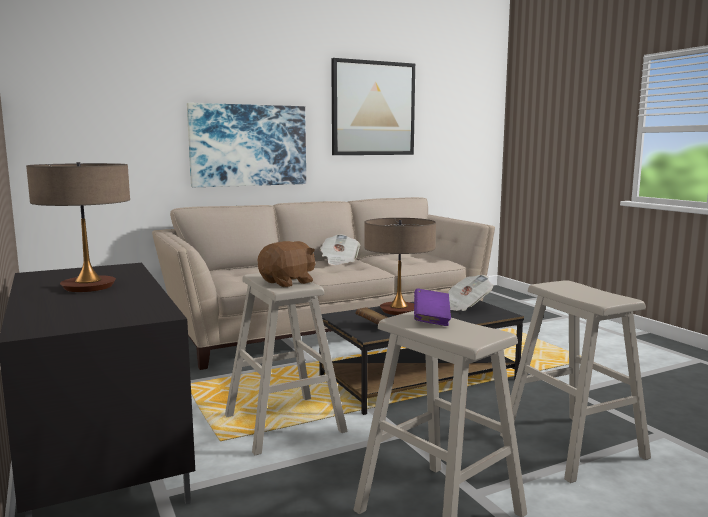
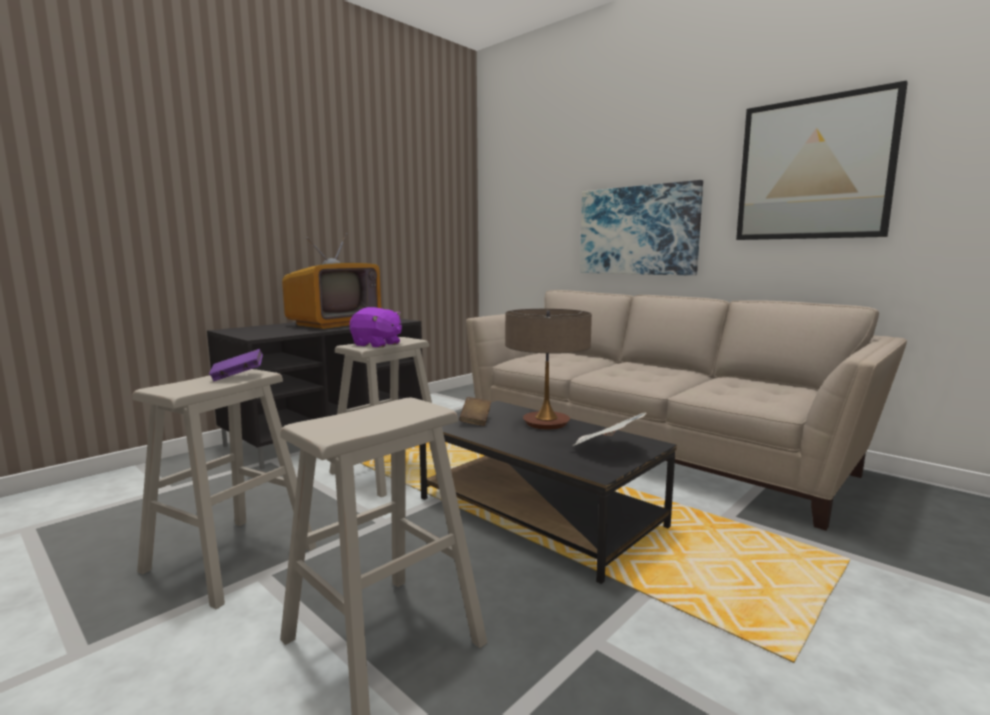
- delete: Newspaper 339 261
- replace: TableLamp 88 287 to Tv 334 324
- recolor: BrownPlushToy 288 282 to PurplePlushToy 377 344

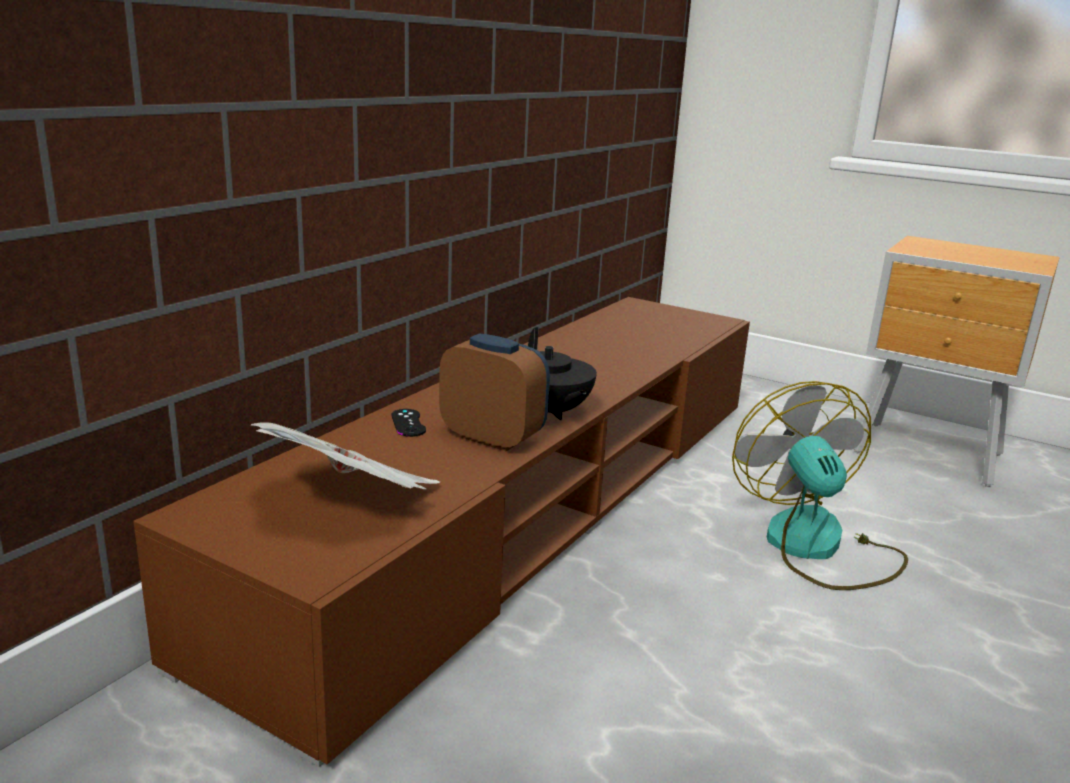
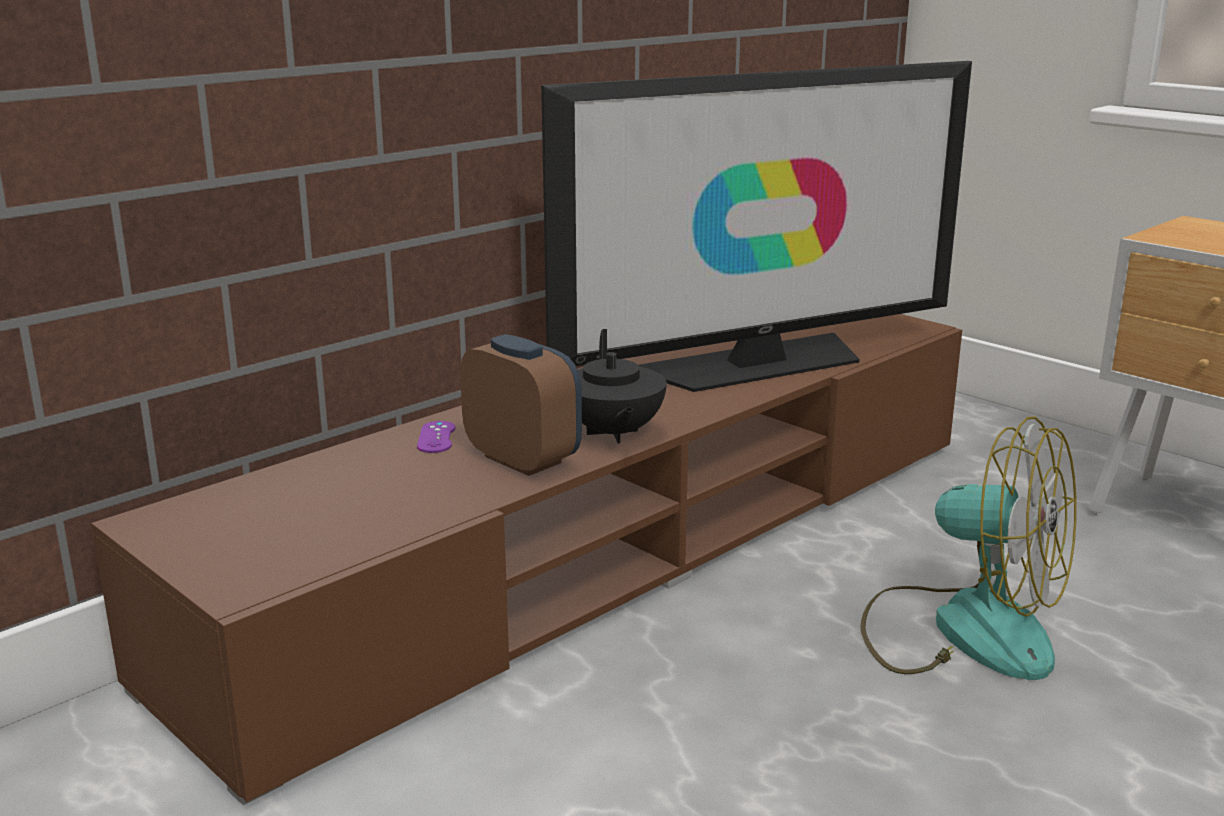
- delete: Newspaper 353 501
- insert: Tv 756 364
- recolor: BlackColouredJoypad 408 423 to PurpleJoypad 436 437
- rotate: Fan 817 547 = 962 629 120 degrees clockwise

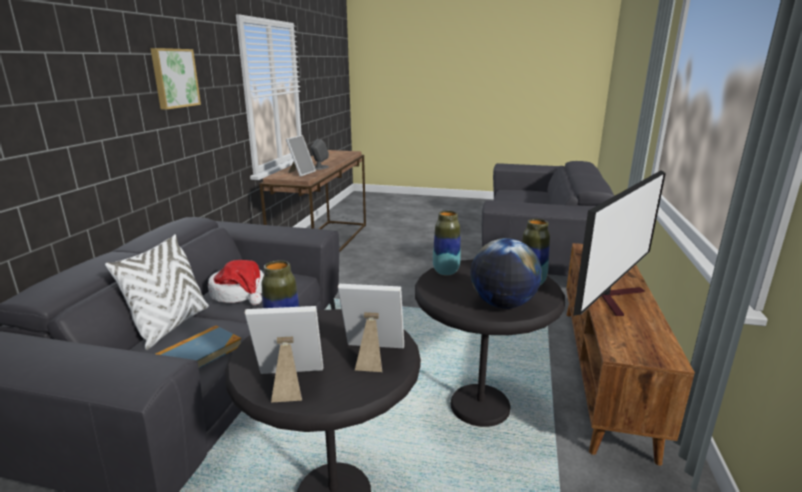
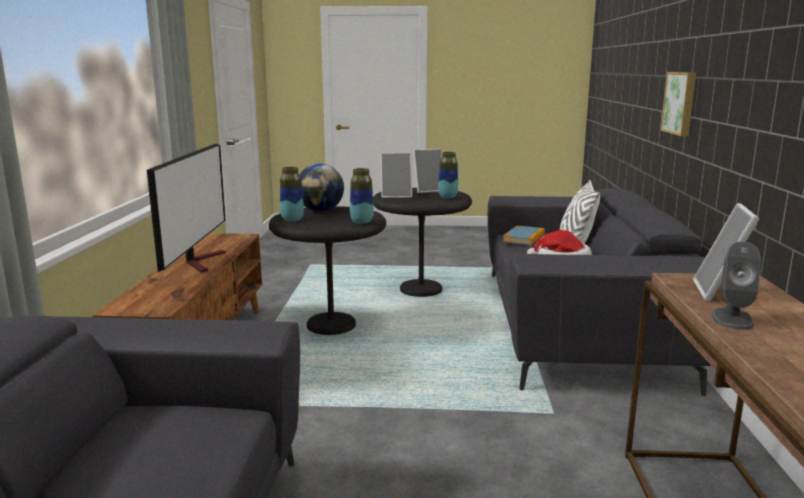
- move: Picture 174 78 to 681 103
- rotate: Tv 616 297 = 201 261 150 degrees clockwise

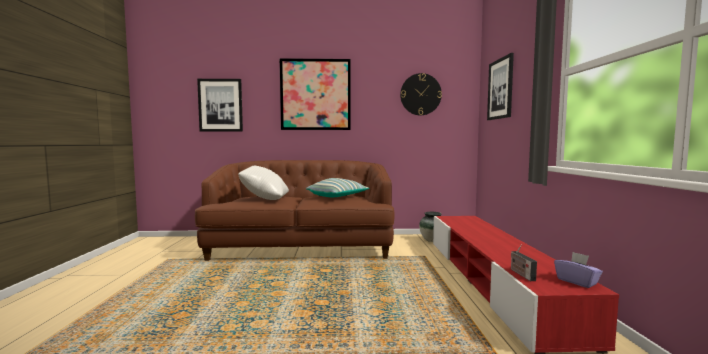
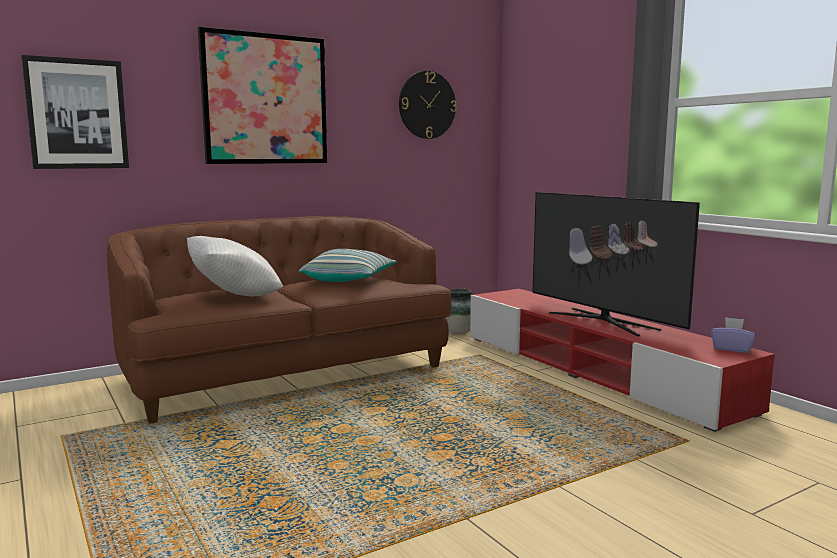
- delete: Picture 500 89
- delete: RadioSet 521 274
- insert: Tv 602 321

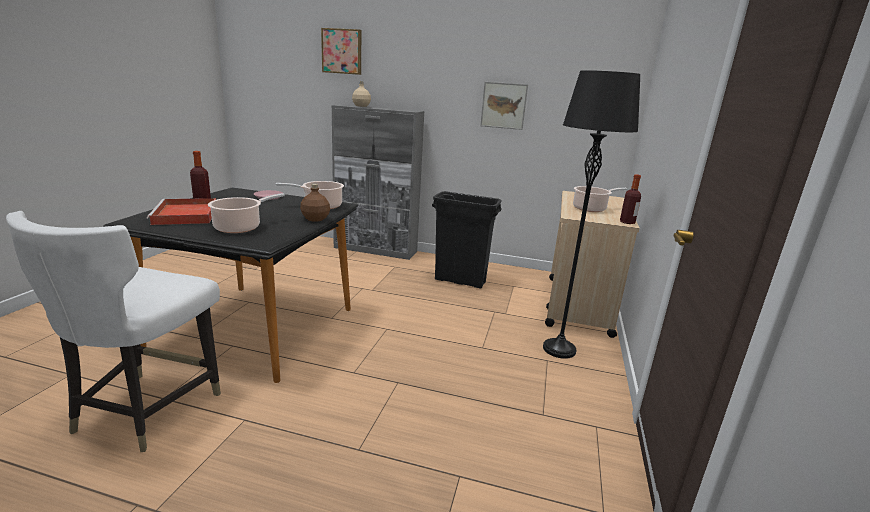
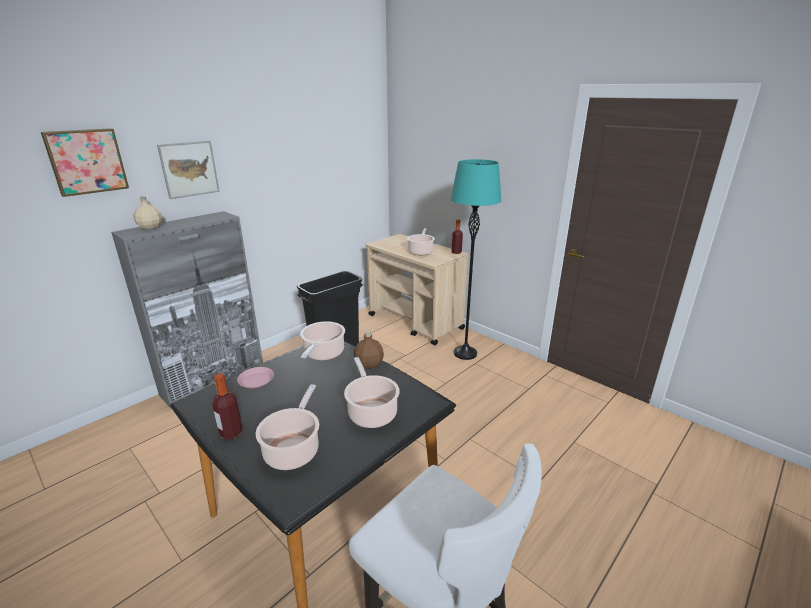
- move: Picture 503 105 to 189 169
- replace: RedServingTray 186 215 to Saucepot 293 449
- recolor: BlackColouredFloorLamp 559 349 to BlueGreenFloorLamp 465 353

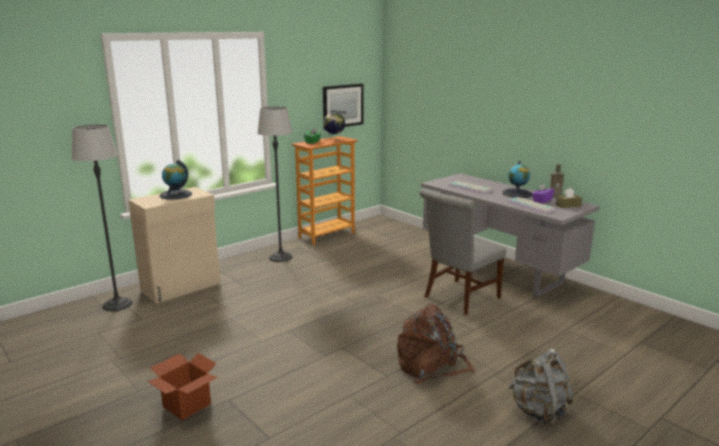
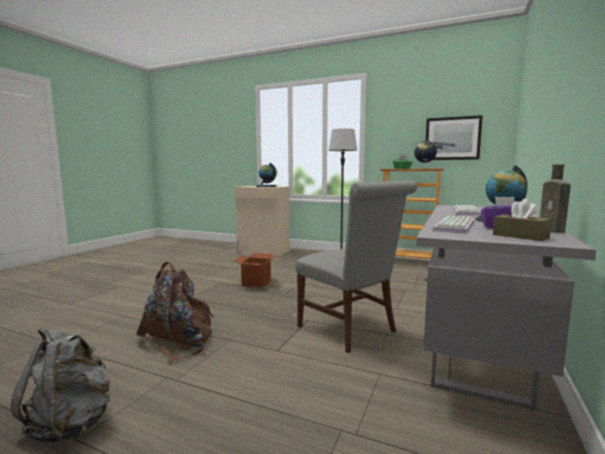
- delete: FloorLamp 117 304
- move: PackingBox 187 405 to 256 283
- rotate: GreyishPlainChair 458 298 = 351 330 150 degrees counterclockwise

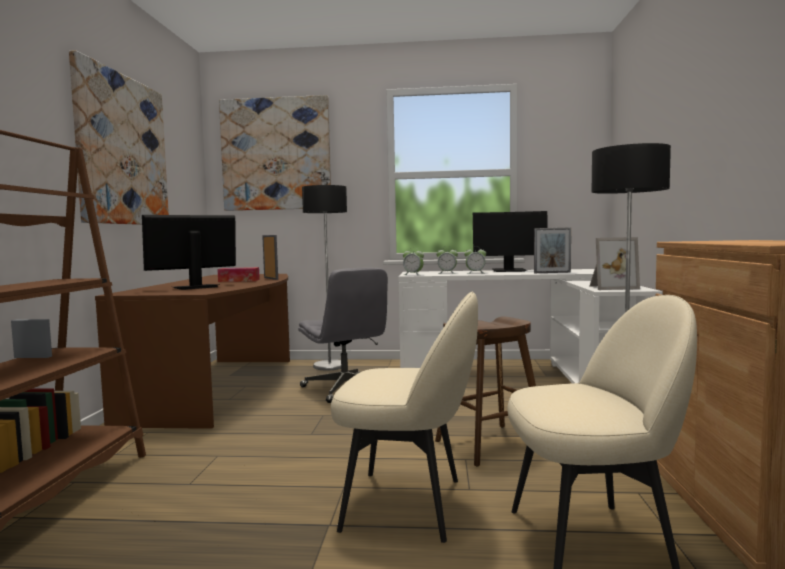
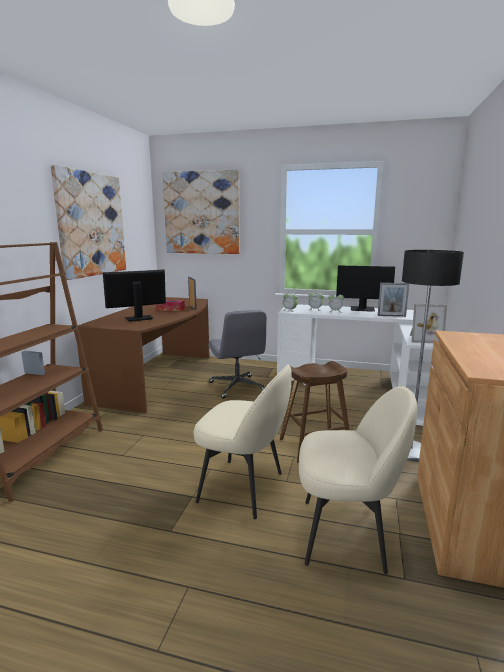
- delete: FloorLamp 330 366

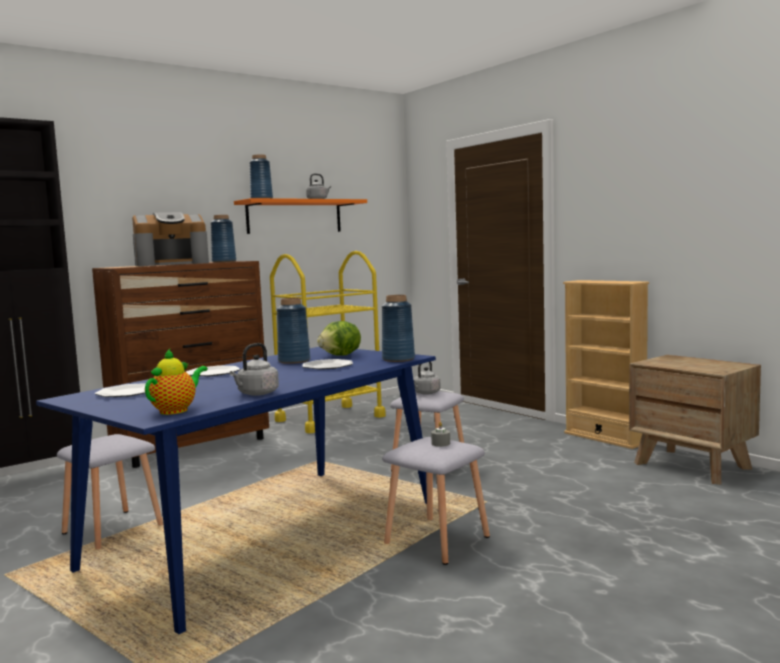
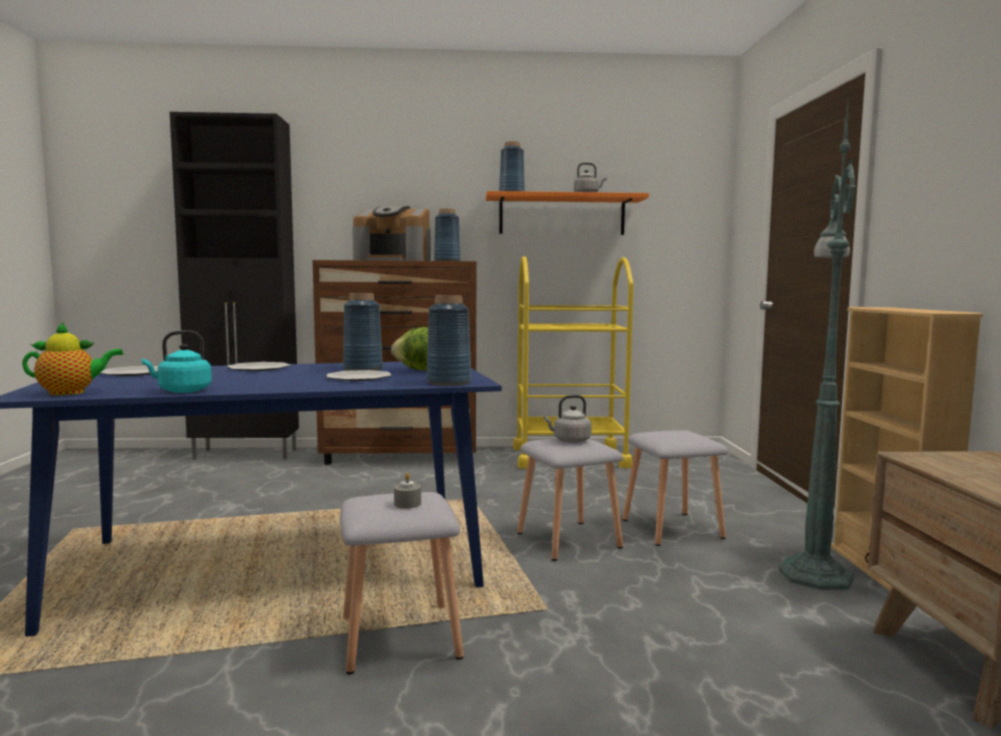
- insert: GreenishFloorLamp 815 573
- move: GreyishSittingStool 114 529 to 673 528
- recolor: GreyishWaterKettle 256 394 to BlueGreenWaterKettle 182 391

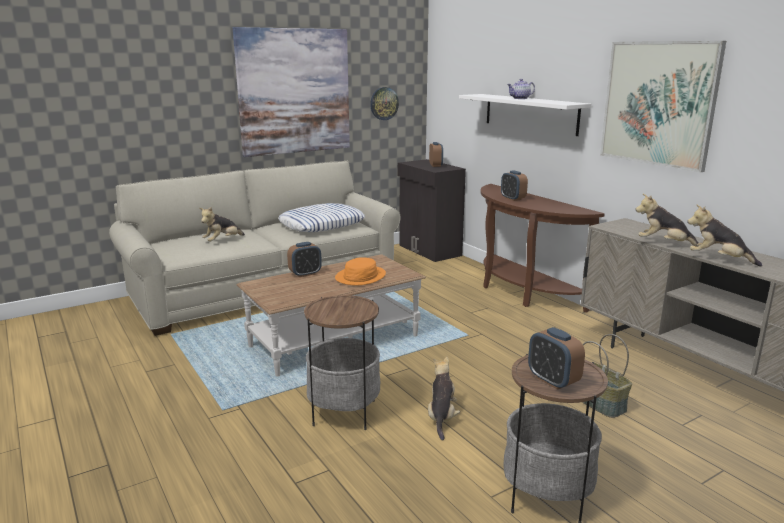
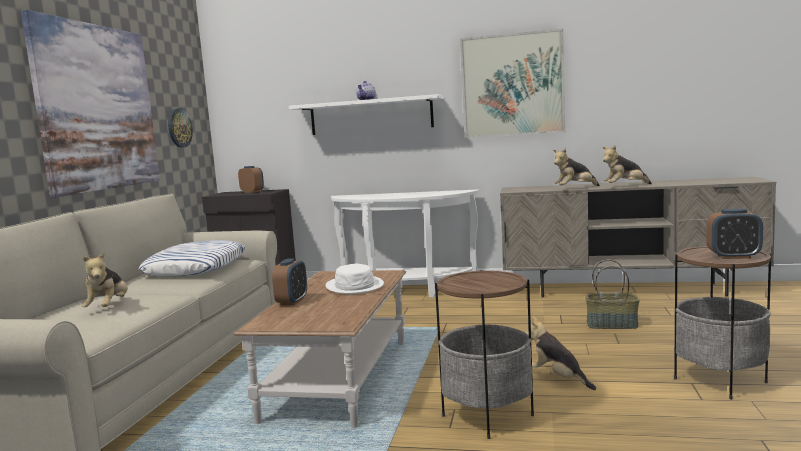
- delete: BedsideClock 513 198
- recolor: OrangeClothingHat 360 277 to WhiteClothingHat 355 286
- recolor: BrownConsoleTable 520 292 to WhiteConsoleTable 405 291

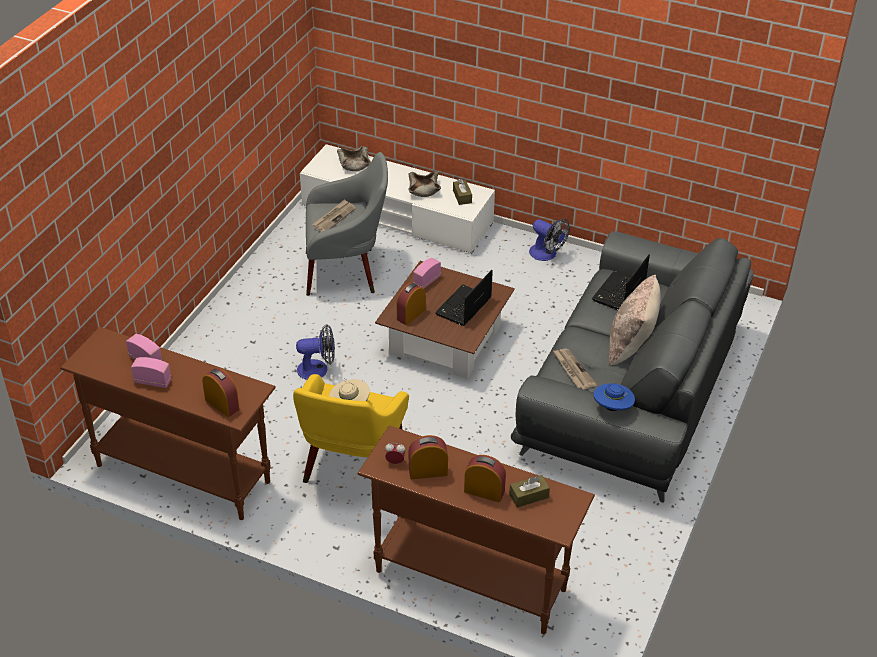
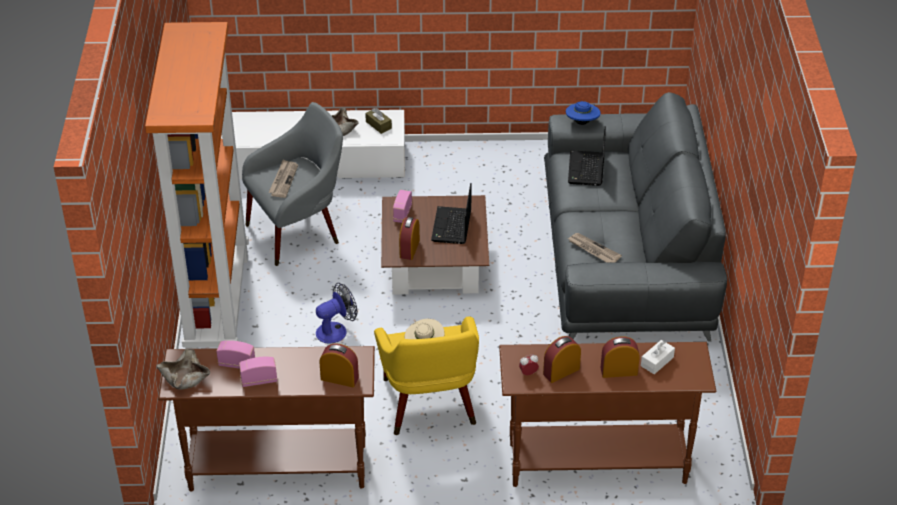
- delete: Fan 547 254
- delete: BeigeColouredPillow 631 345
- insert: OrangeBookshelf 217 303
- move: BeigeColouredServingBowl 355 164 to 185 377
- move: BlueColouredClothingHat 612 408 to 582 122
- recolor: BrownTissueHolder 529 496 to WhiteTissueHolder 657 361

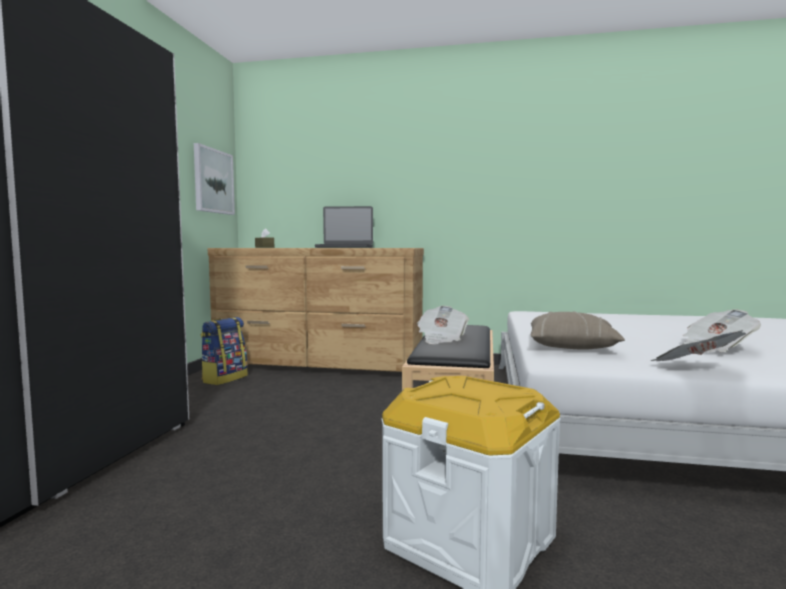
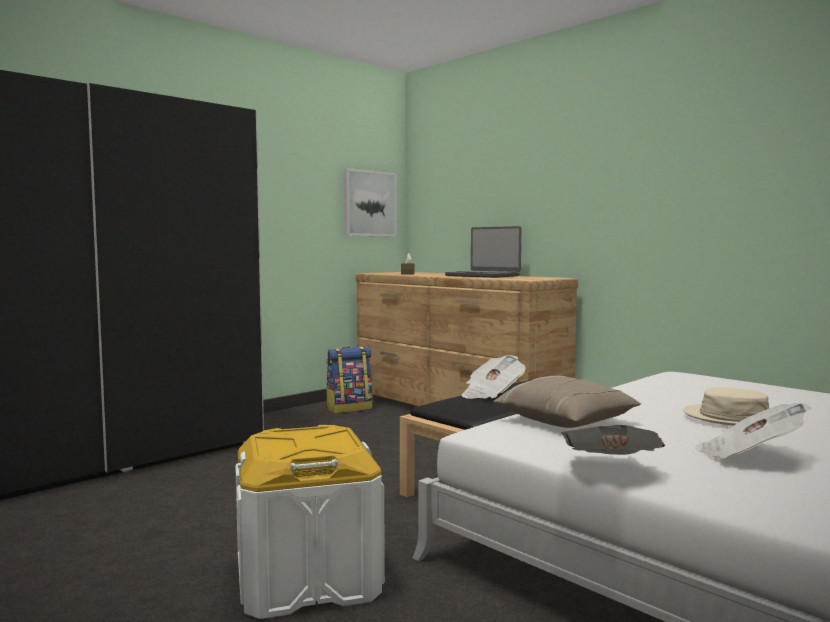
- insert: BeigeColouredClothingHat 734 417

